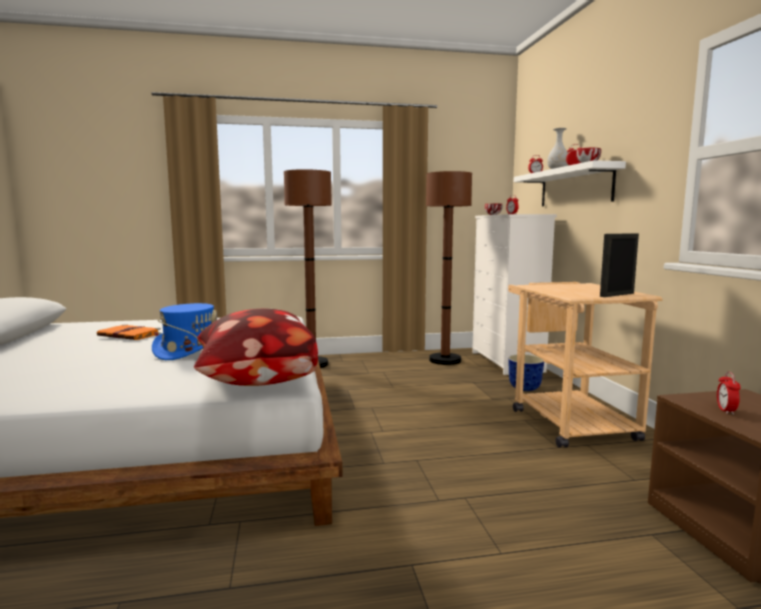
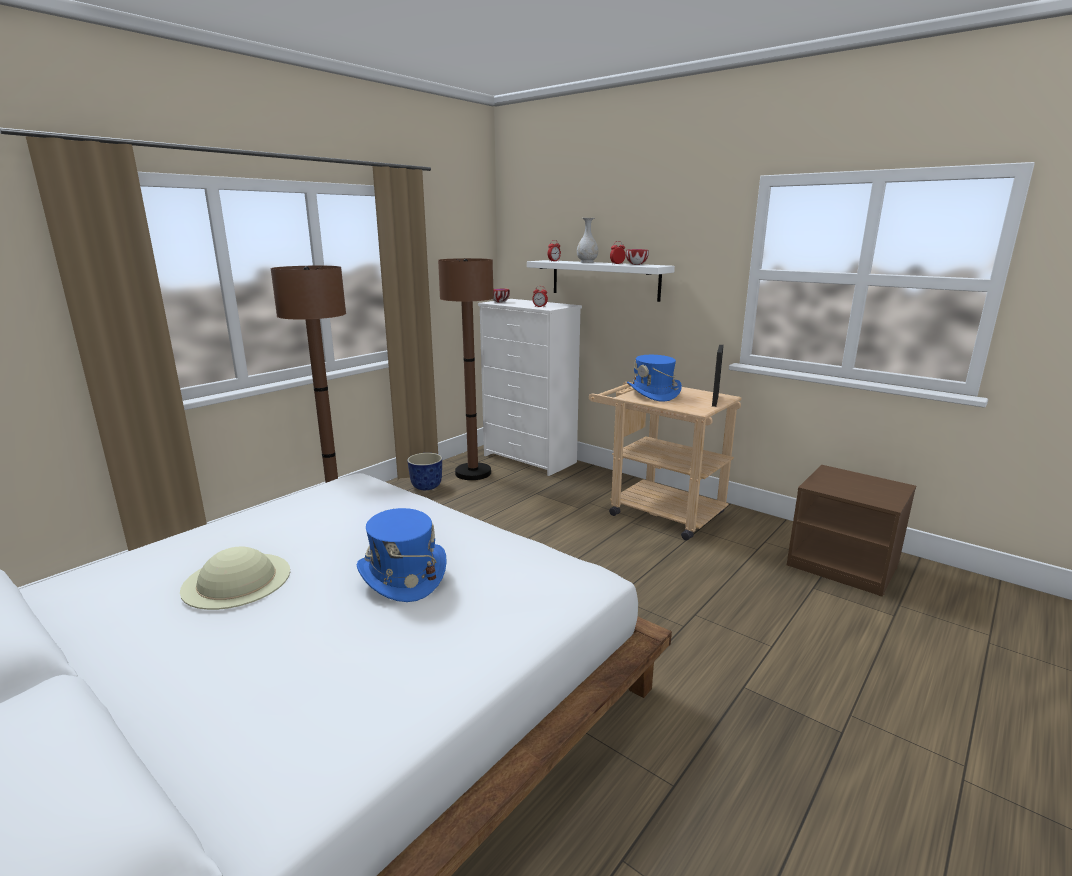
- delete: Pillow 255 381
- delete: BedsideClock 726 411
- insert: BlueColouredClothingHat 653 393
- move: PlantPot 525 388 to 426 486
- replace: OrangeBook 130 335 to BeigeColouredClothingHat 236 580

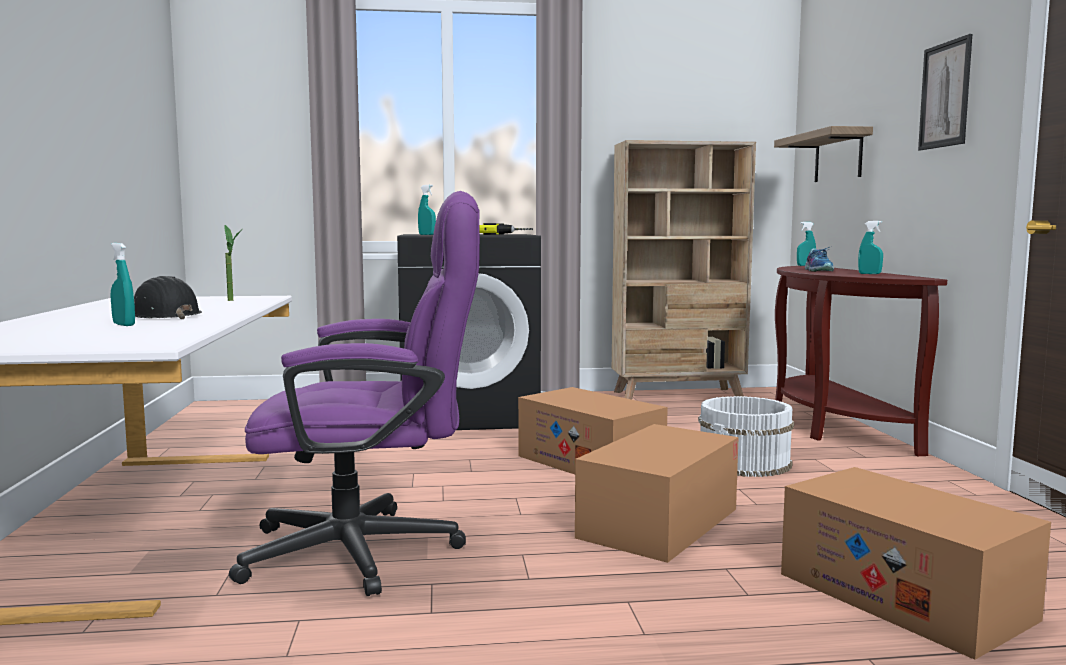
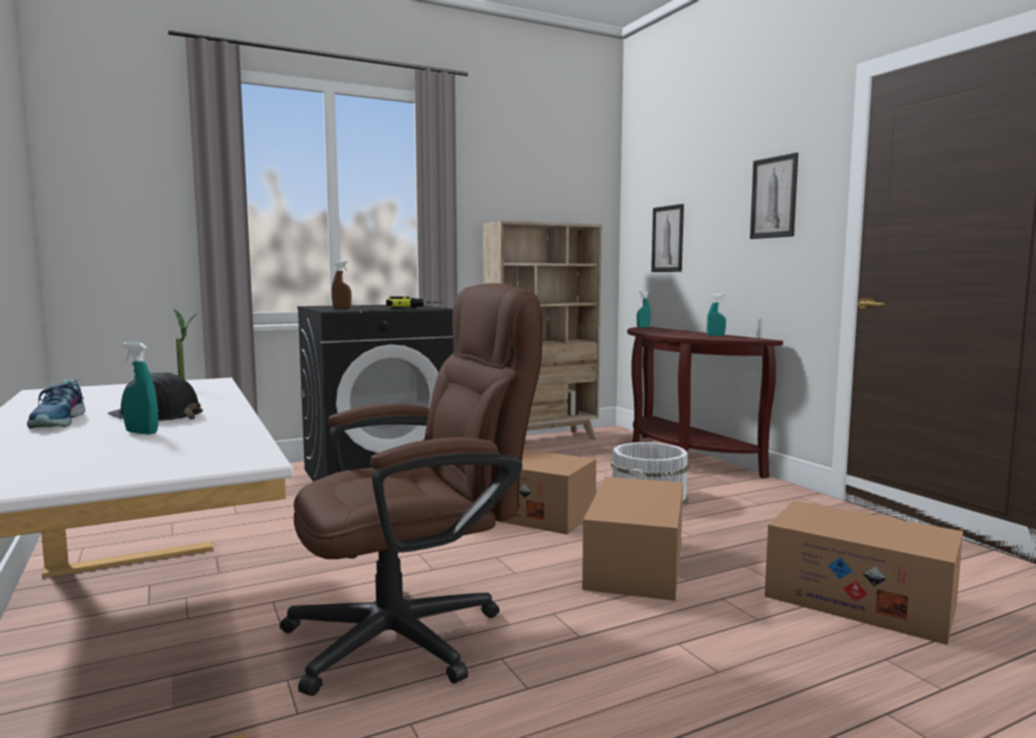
- move: LowShoe 819 270 to 59 421
- replace: Shelf 838 157 to Picture 667 239
- recolor: PurpleOfficeChair 373 550 to BrownOfficeChair 415 633
- recolor: BlueGreenHandSprayer 427 234 to BrownHandSprayer 342 309

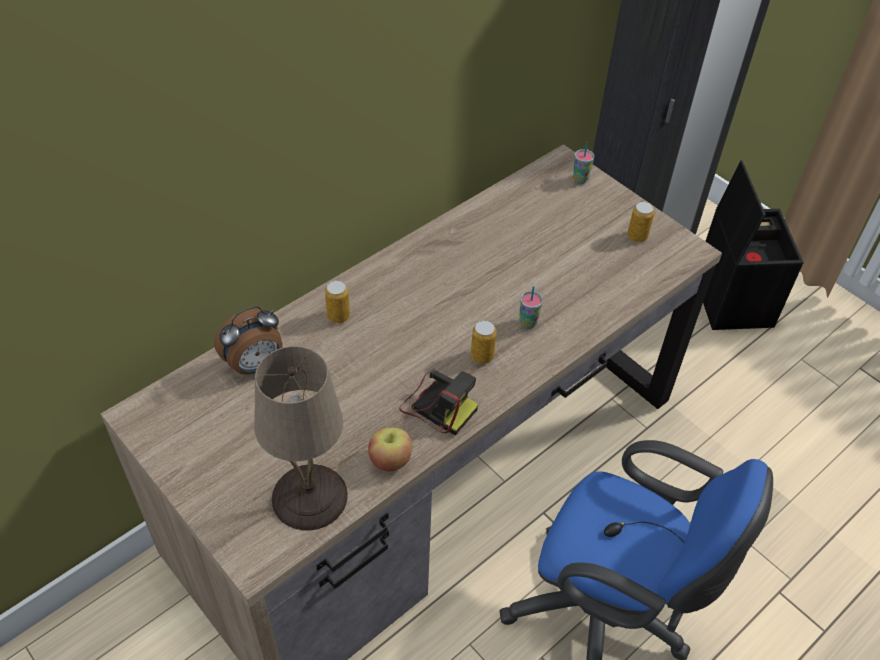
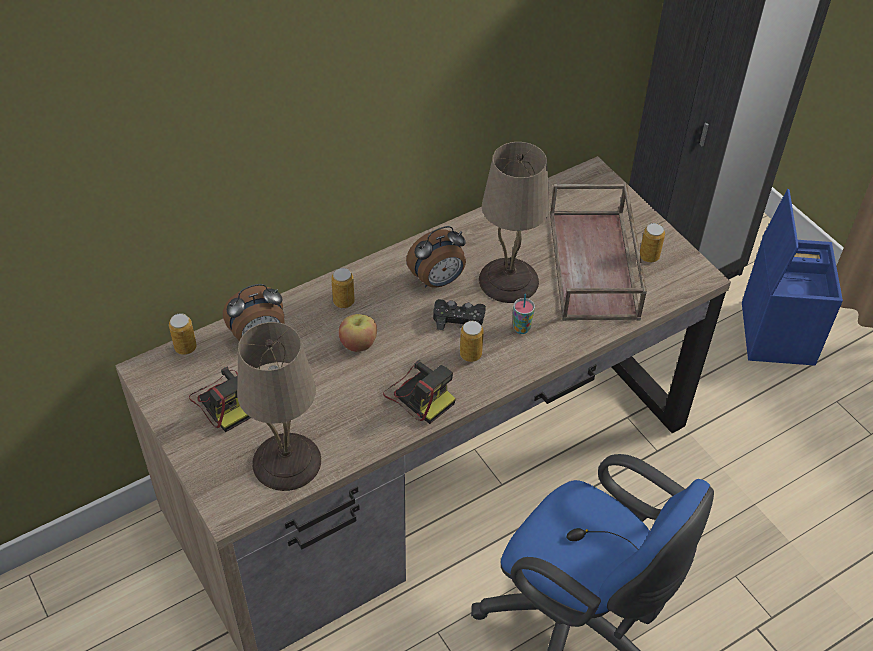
- delete: DrinkingCup 580 179
- insert: SealedCan 185 347
- insert: PhotoCamera 224 402
- insert: BedsideClock 438 281
- insert: BlackColouredJoypad 458 319
- insert: BeigeColouredTableLamp 509 281
- insert: BrownServingTray 595 265
- move: WholeApple 390 460 to 358 343
- recolor: BlackColouredStorageContainer 731 300 to BlueColouredStorageContainer 775 332

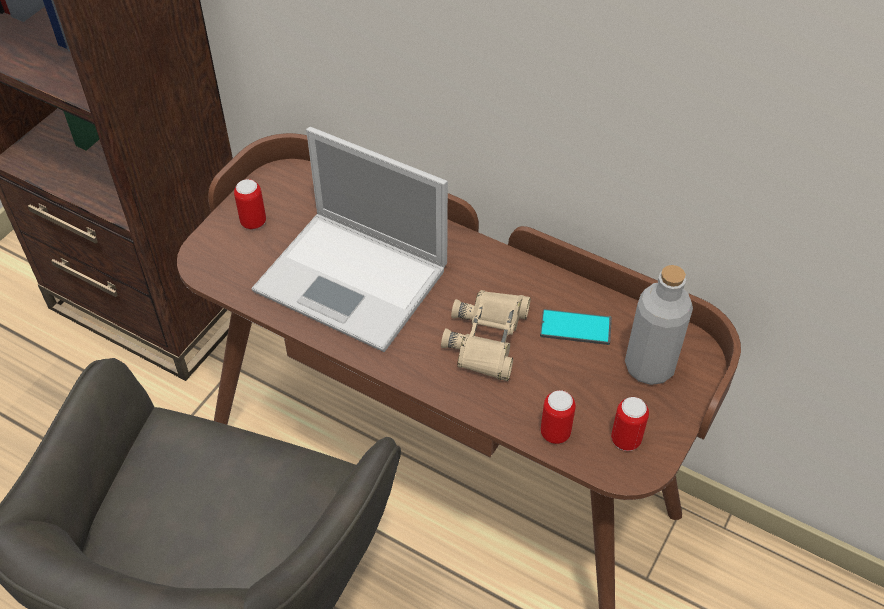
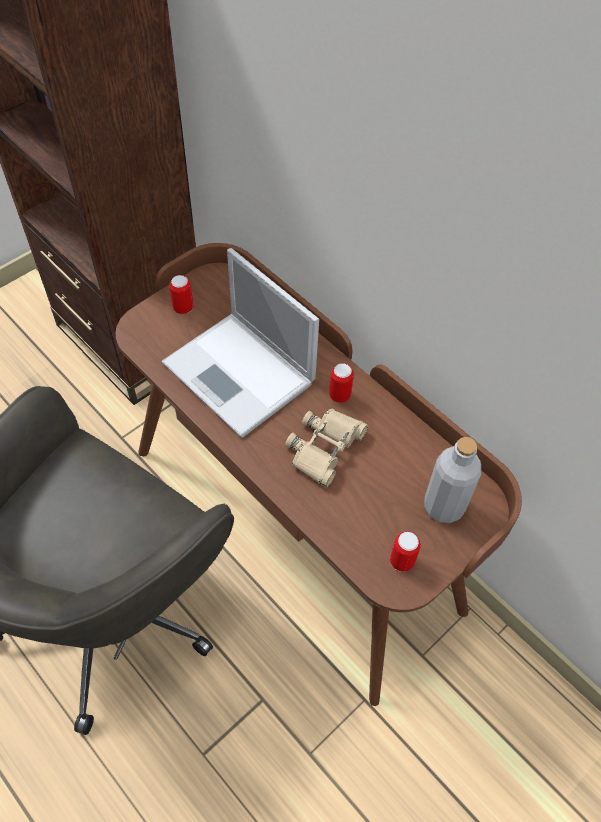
- delete: Handset 575 327
- move: SealedCan 555 433 to 339 395

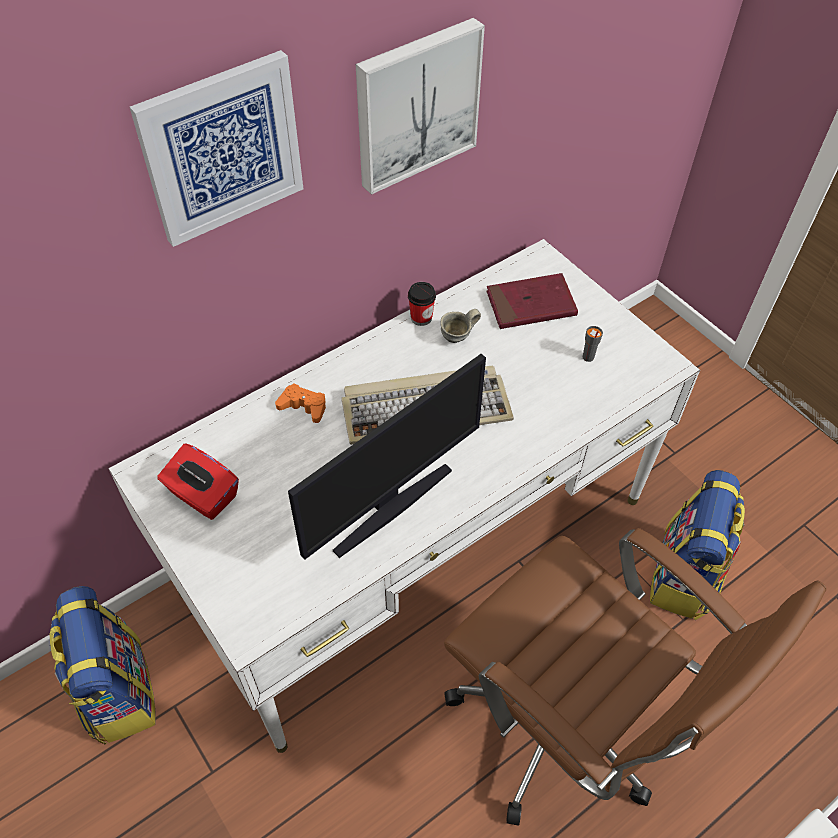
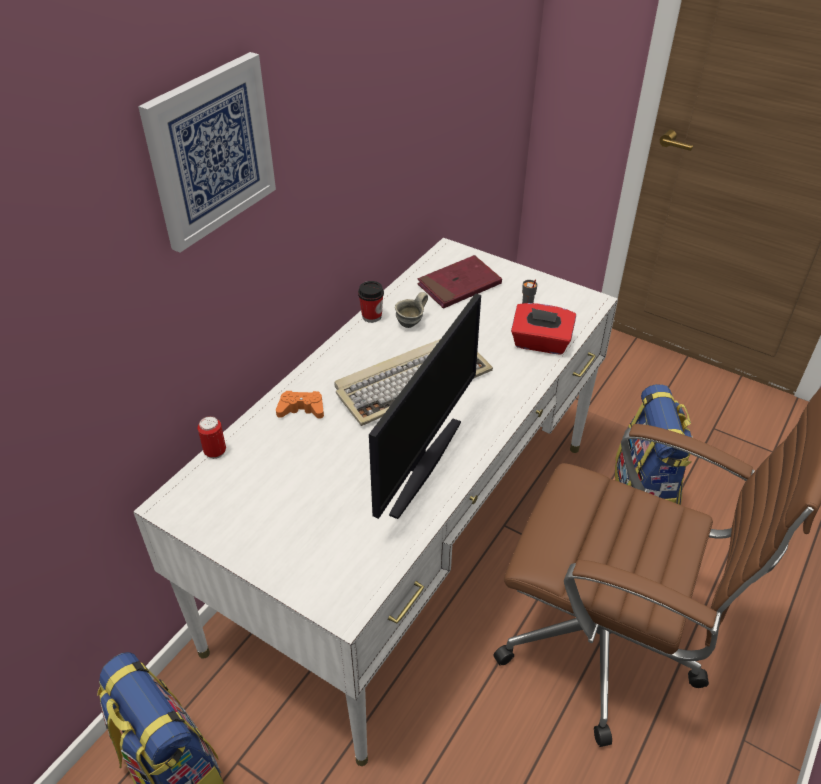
- delete: Picture 415 104
- insert: SealedCan 215 452
- move: RedTissueHolder 203 495 to 540 343

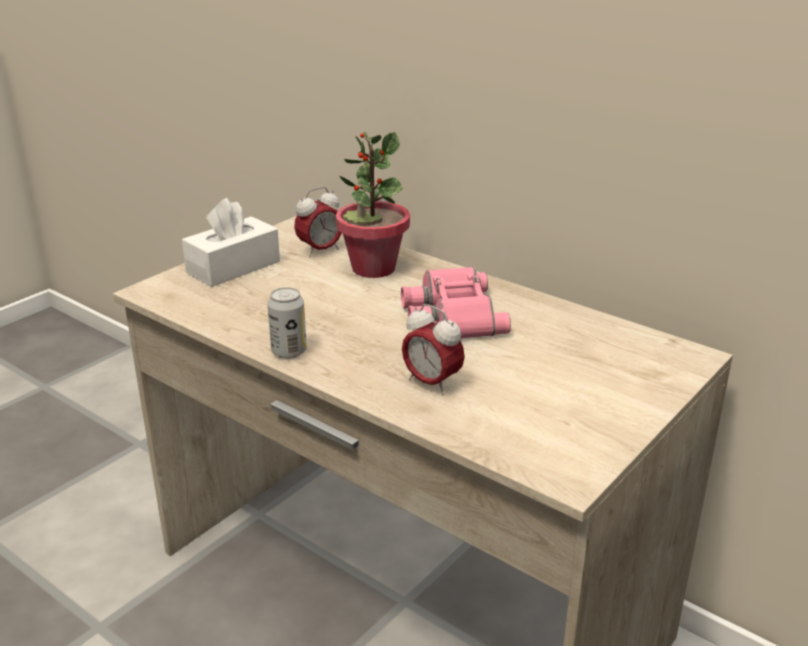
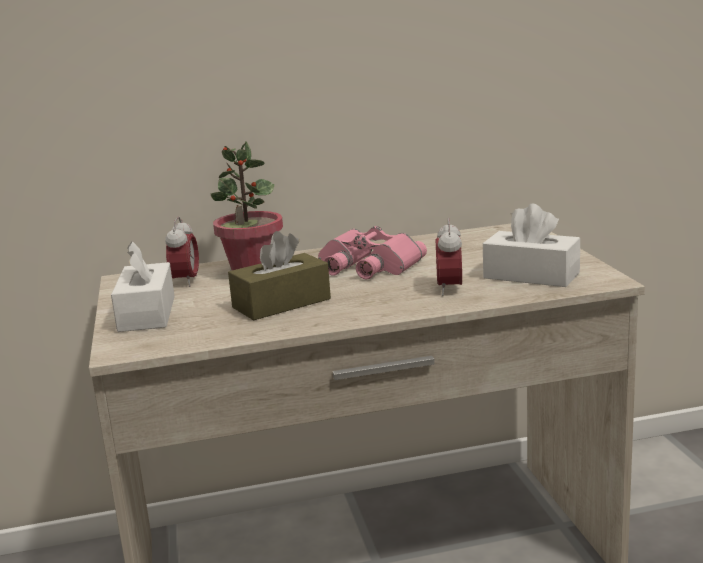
- delete: SealedCan 289 351
- insert: BrownTissueHolder 281 303
- insert: WhiteTissueHolder 531 275
- rotate: BedsideClock 431 383 = 450 289 105 degrees clockwise

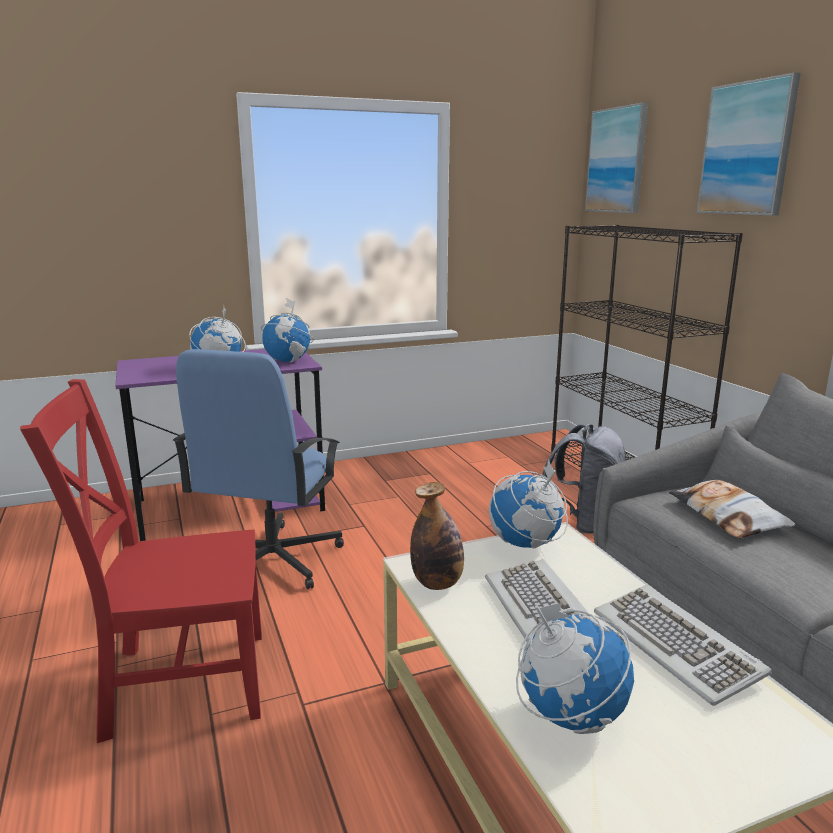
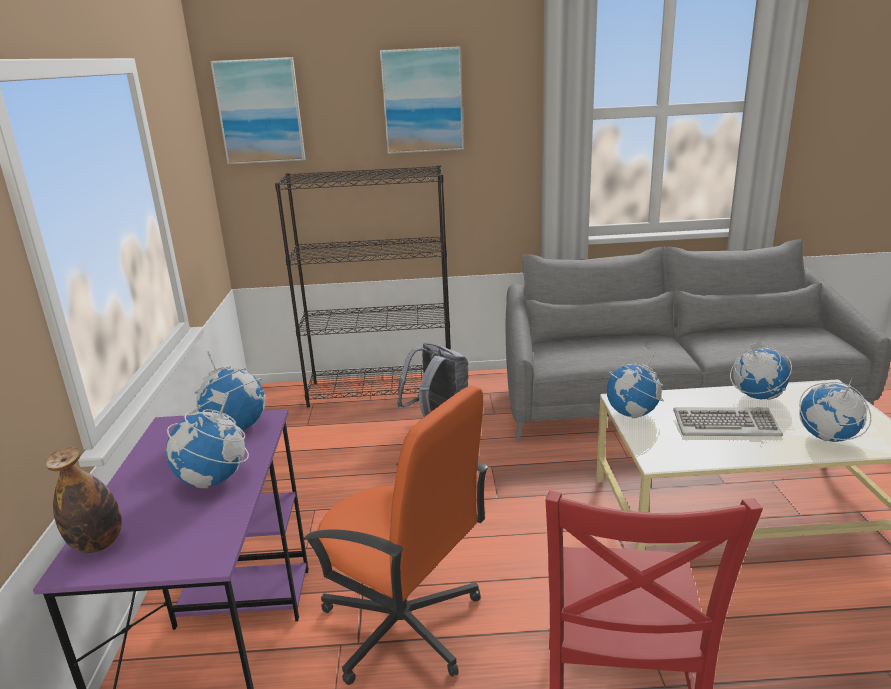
- delete: Pillow 727 516
- move: BeverageBottle 437 583 to 97 544
- replace: Keyboard 676 646 to WorldGlobe 756 396
- recolor: BlueColouredOfficeChair 270 560 to OrangeOfficeChair 403 625

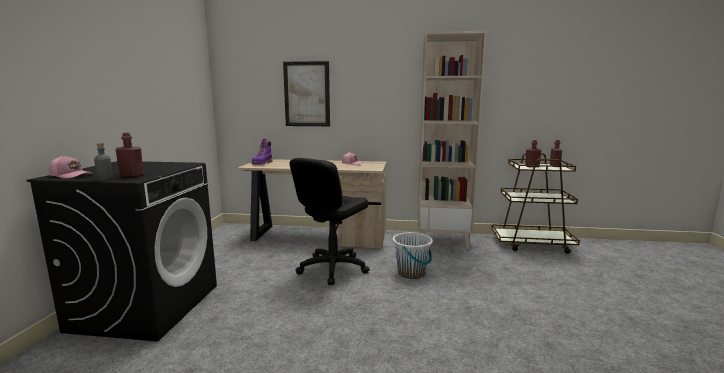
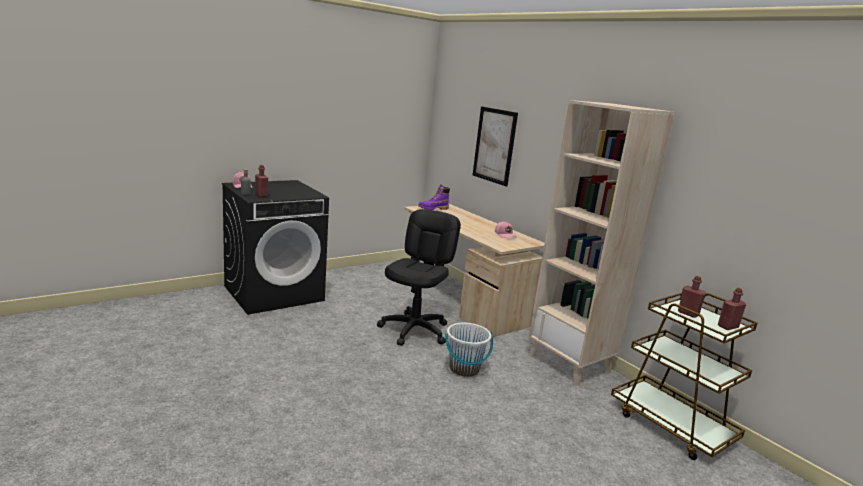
- rotate: BlackColouredOfficeChair 332 268 = 414 330 120 degrees clockwise

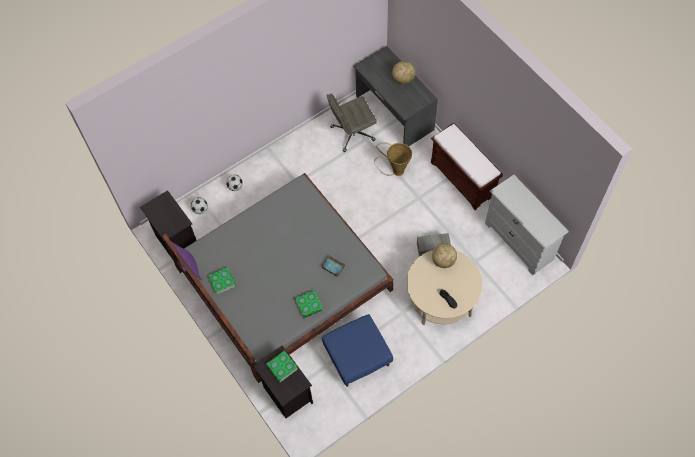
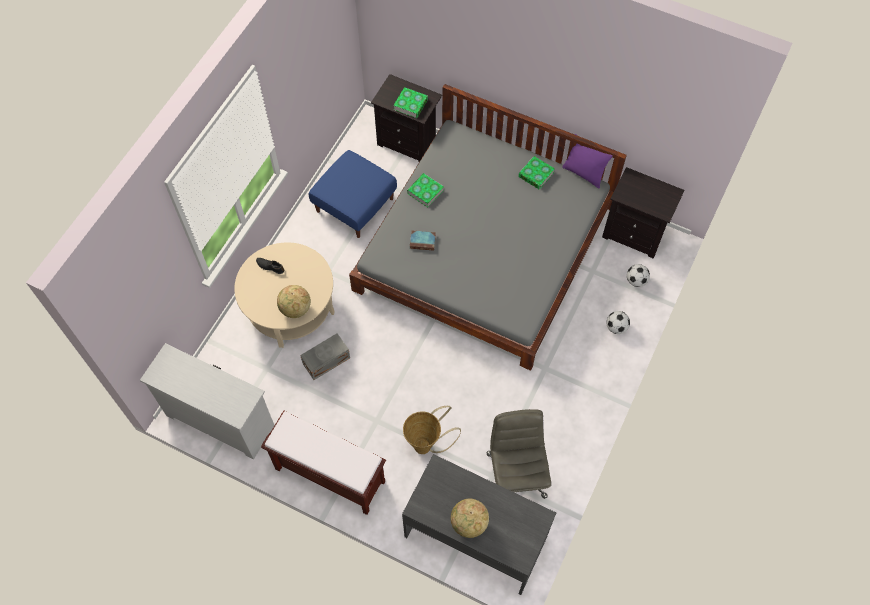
- rotate: GreyishOfficeChair 352 134 = 516 474 45 degrees counterclockwise

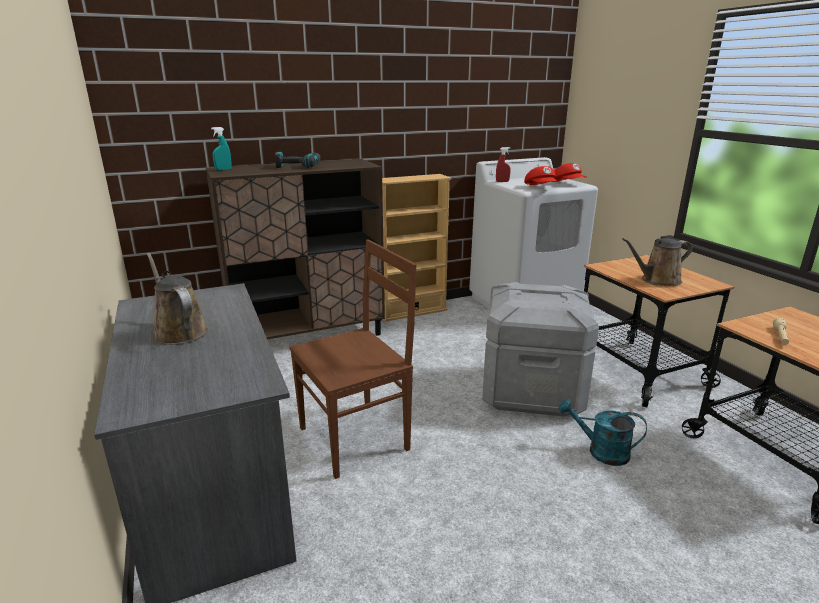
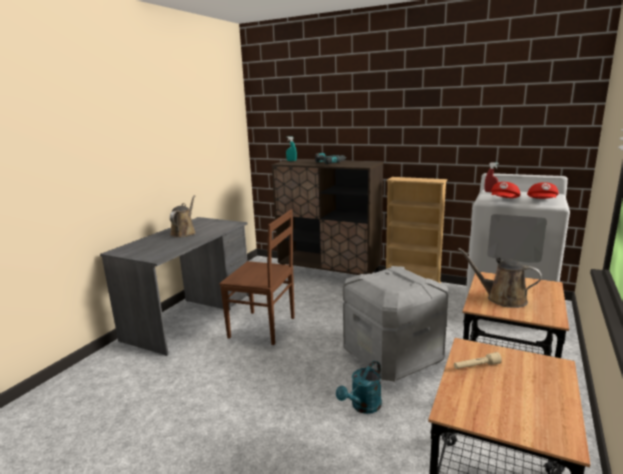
- rotate: BlueGreenWateringPot 600 451 = 363 407 120 degrees counterclockwise

